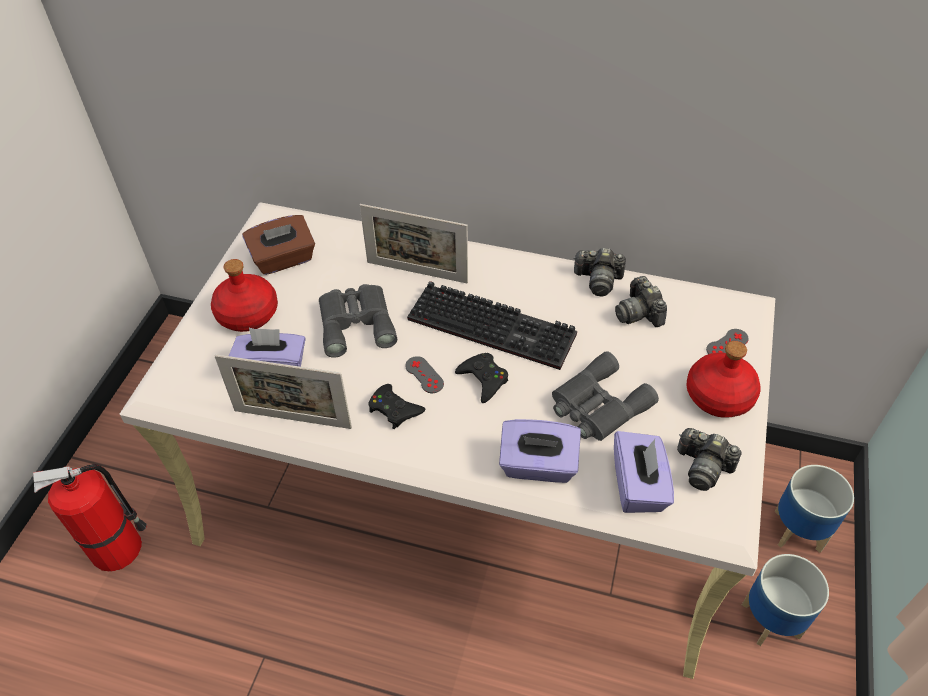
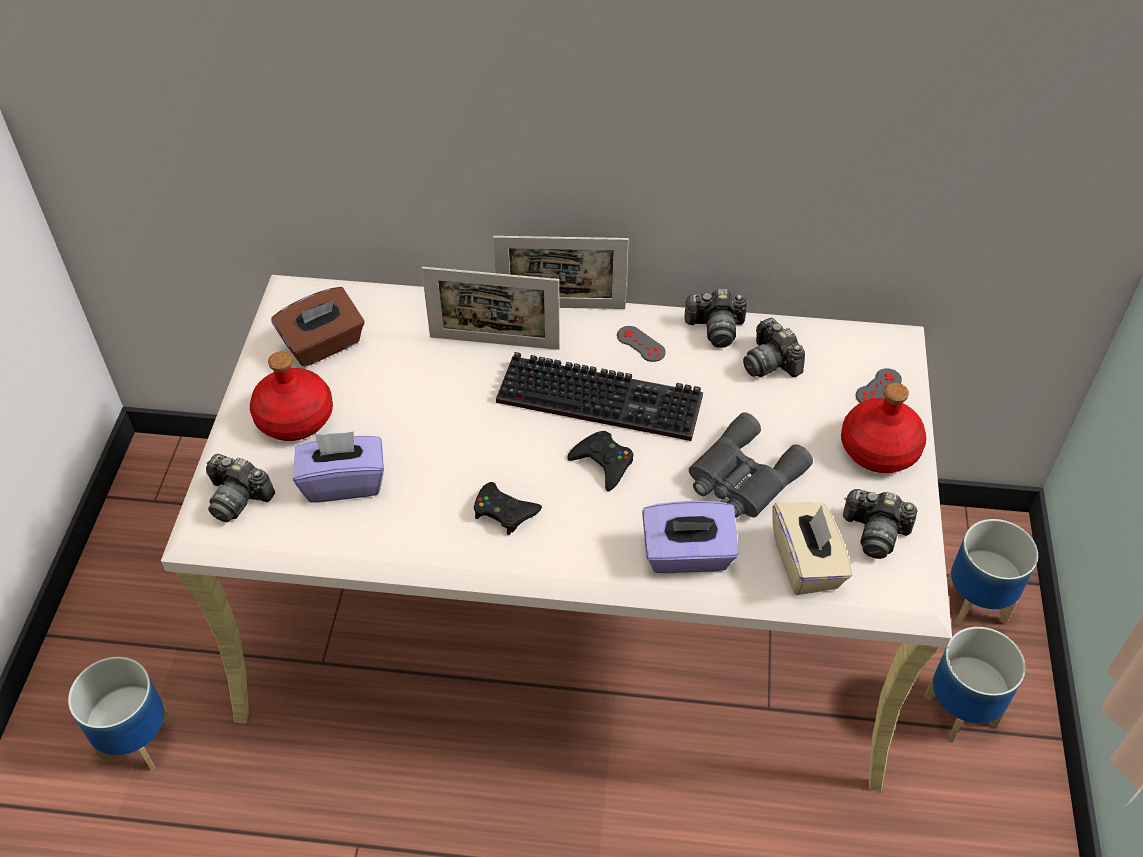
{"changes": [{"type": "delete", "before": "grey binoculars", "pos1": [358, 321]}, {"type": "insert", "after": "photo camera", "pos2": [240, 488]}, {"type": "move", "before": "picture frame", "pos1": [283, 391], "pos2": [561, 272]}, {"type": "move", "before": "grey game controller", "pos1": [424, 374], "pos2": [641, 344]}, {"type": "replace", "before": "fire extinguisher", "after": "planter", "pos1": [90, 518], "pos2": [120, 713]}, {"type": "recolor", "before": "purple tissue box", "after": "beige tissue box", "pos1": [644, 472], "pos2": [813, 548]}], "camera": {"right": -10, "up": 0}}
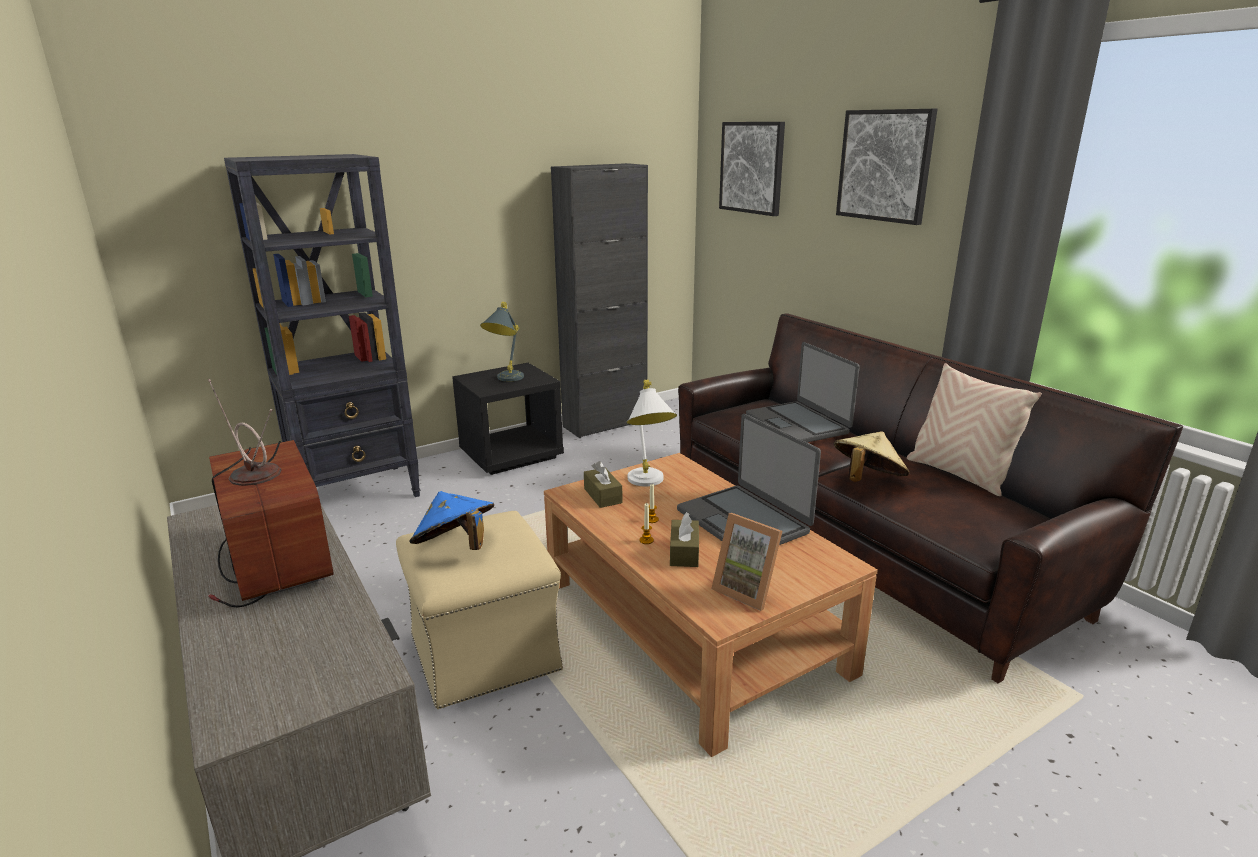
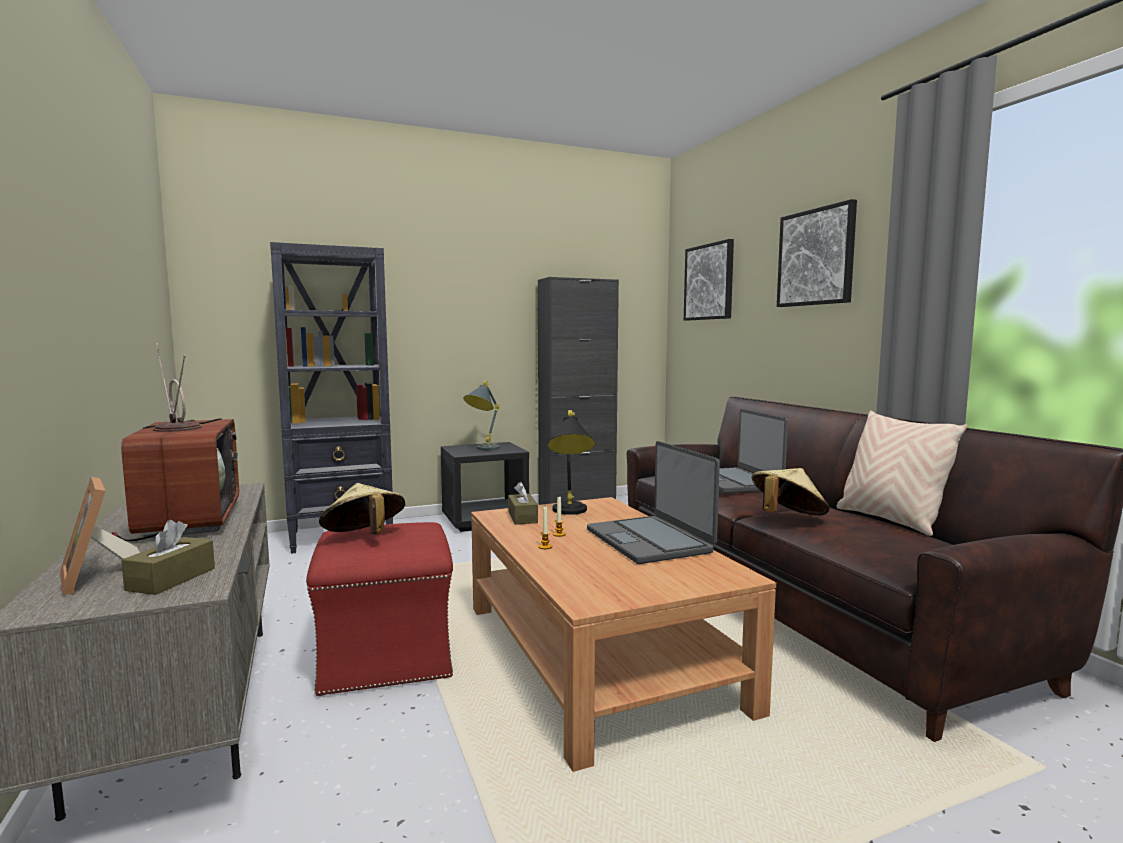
{"changes": [{"type": "move", "before": "brown tissue box", "pos1": [684, 539], "pos2": [168, 557]}, {"type": "move", "before": "picture frame", "pos1": [746, 562], "pos2": [100, 536]}, {"type": "recolor", "before": "beige ottoman", "after": "red ottoman", "pos1": [479, 610], "pos2": [379, 609]}, {"type": "recolor", "before": "blue hat", "after": "beige hat", "pos1": [451, 520], "pos2": [362, 508]}, {"type": "recolor", "before": "white table lamp", "after": "black table lamp", "pos1": [652, 433], "pos2": [571, 462]}], "camera": {"right": 10, "up": -15}}
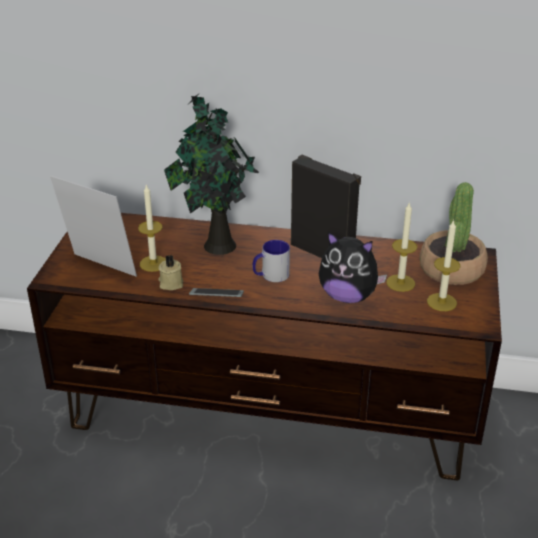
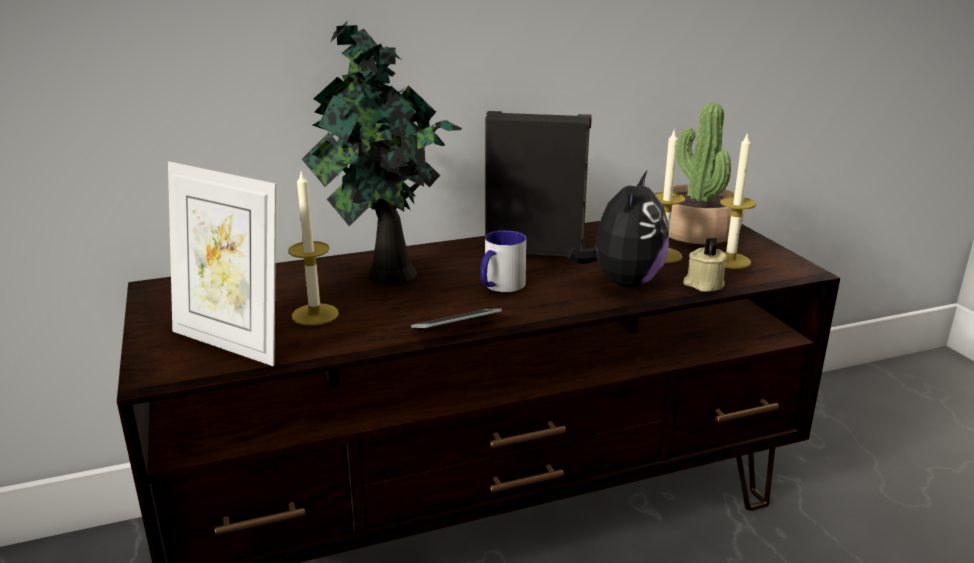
{"changes": [{"type": "move", "before": "beige candle", "pos1": [170, 272], "pos2": [705, 264]}, {"type": "rotate", "before": "picture frame", "pos1": [93, 226], "pos2": [222, 263], "turn": -150}, {"type": "rotate", "before": "plush toy", "pos1": [353, 267], "pos2": [618, 229], "turn": -60}], "camera": {"right": -30, "up": -10}}
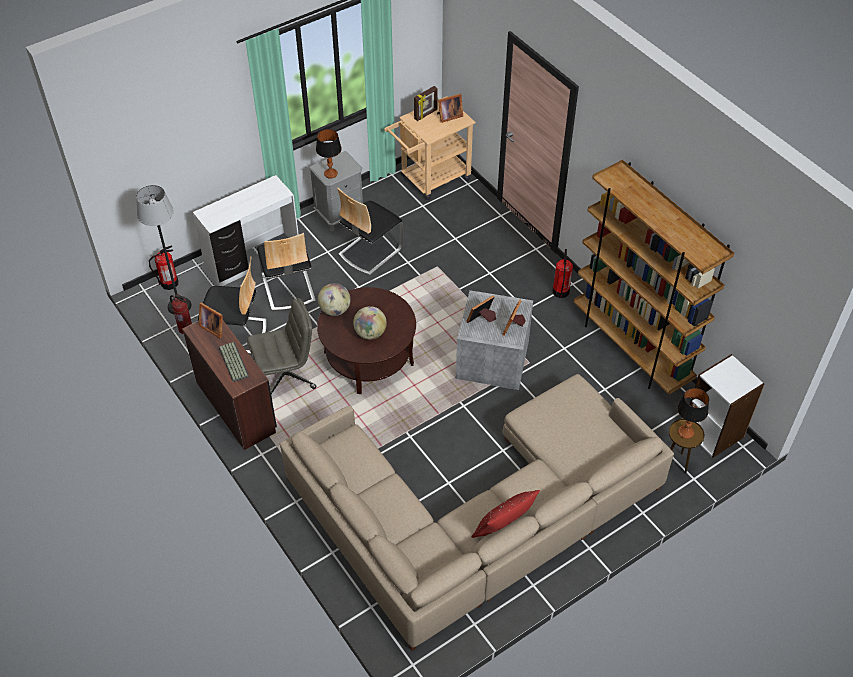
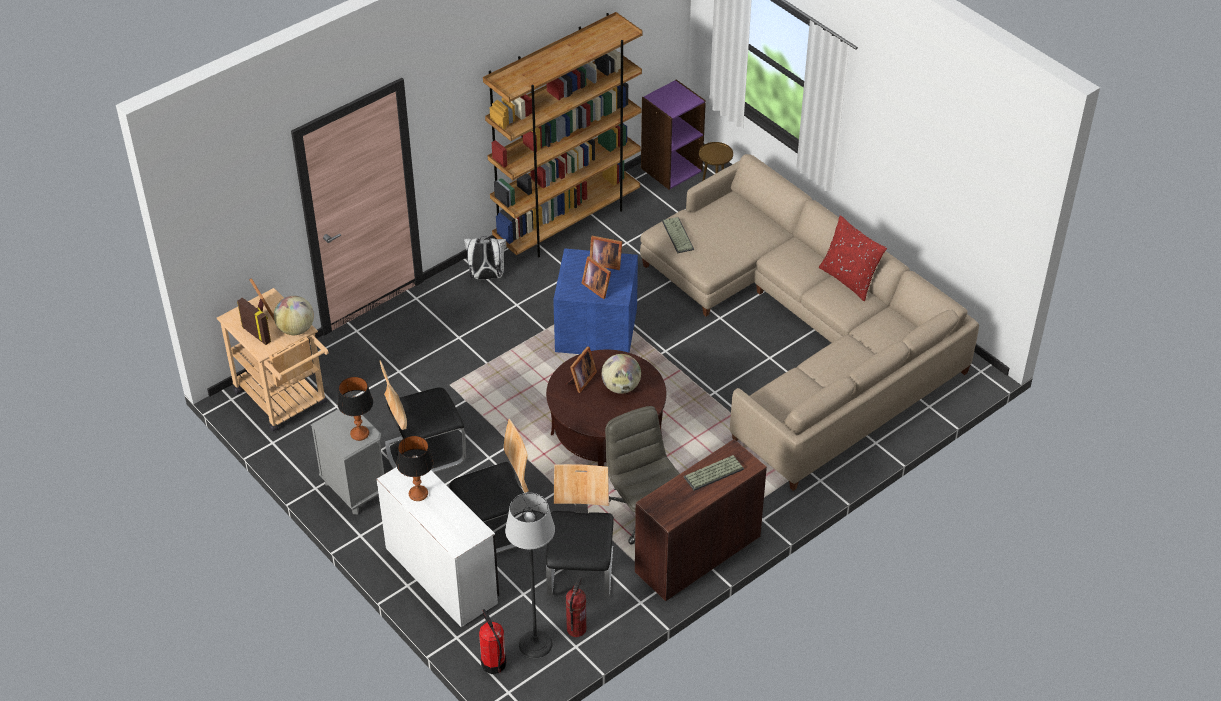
{"changes": [{"type": "insert", "after": "keyboard", "pos2": [678, 235]}, {"type": "move", "before": "picture frame", "pos1": [211, 320], "pos2": [581, 369]}, {"type": "move", "before": "globe", "pos1": [334, 299], "pos2": [294, 315]}, {"type": "move", "before": "table lamp", "pos1": [693, 413], "pos2": [415, 468]}, {"type": "replace", "before": "fire extinguisher", "after": "white backpack", "pos1": [563, 273], "pos2": [485, 257]}, {"type": "recolor", "before": "grey storage box", "after": "blue storage box", "pos1": [494, 340], "pos2": [595, 301]}, {"type": "recolor", "before": "white bookcase", "after": "purple bookcase", "pos1": [727, 406], "pos2": [673, 134]}, {"type": "rotate", "before": "chair", "pos1": [370, 231], "pos2": [423, 416], "turn": 120}], "camera": {"right": -95, "up": -5}}
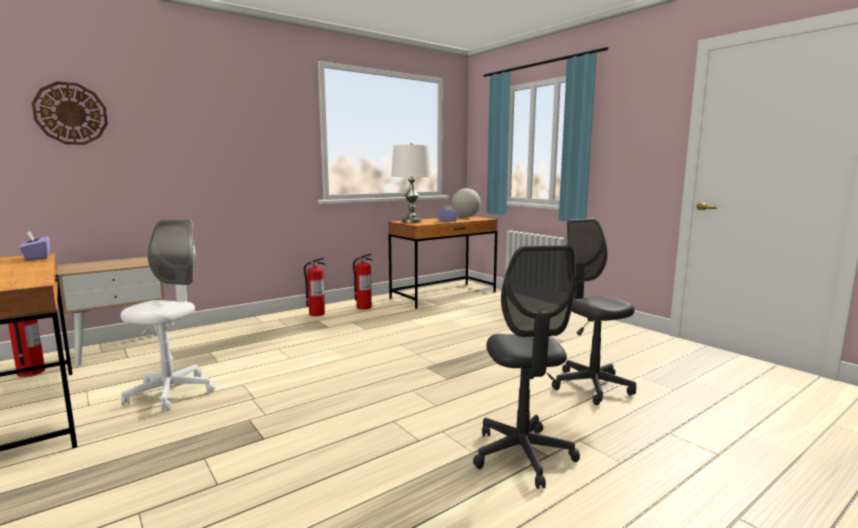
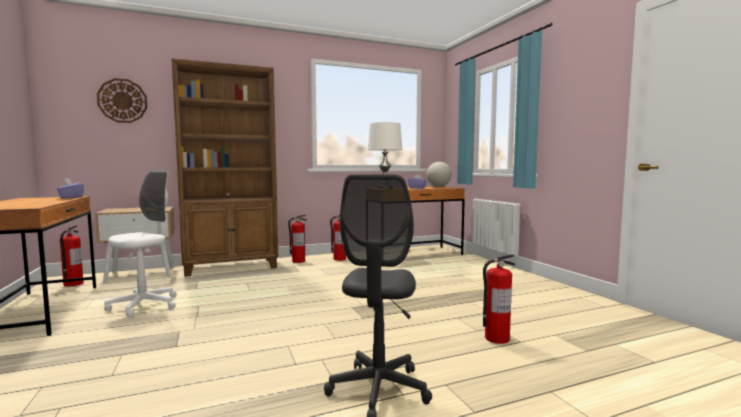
{"changes": [{"type": "insert", "after": "brown bookcase", "pos2": [224, 167]}, {"type": "replace", "before": "grey office chair", "after": "fire extinguisher", "pos1": [594, 312], "pos2": [499, 299]}], "camera": {"right": 15, "up": -5}}
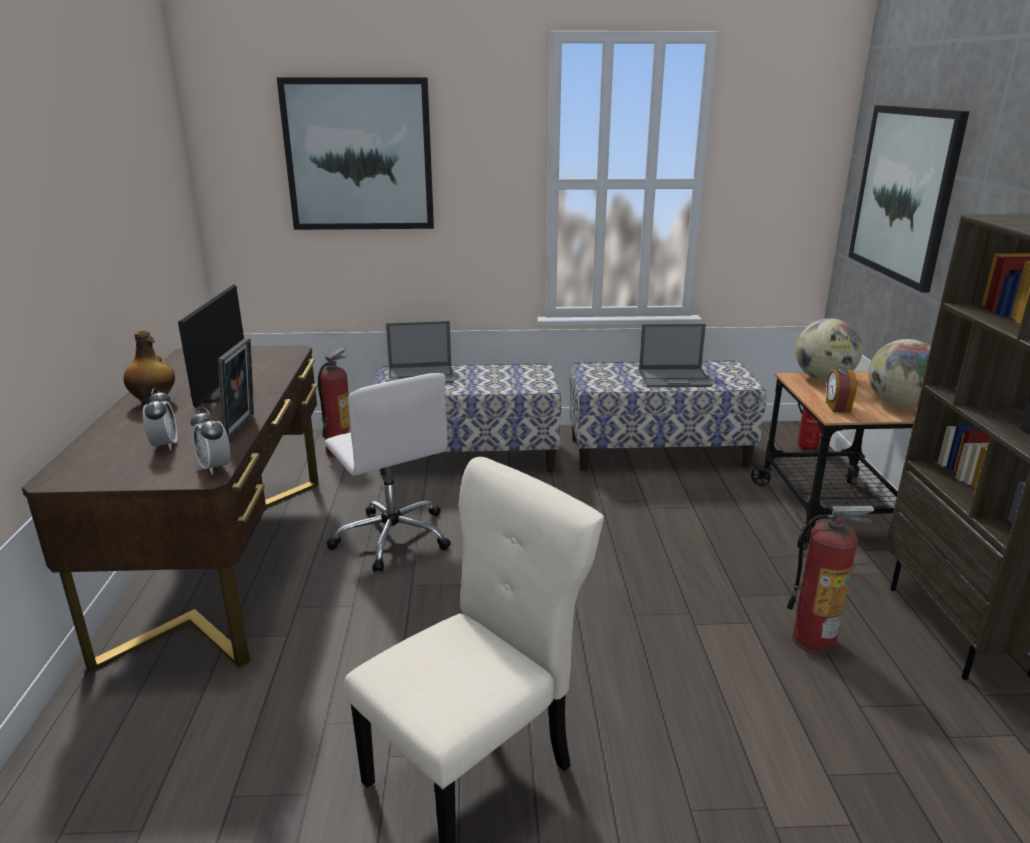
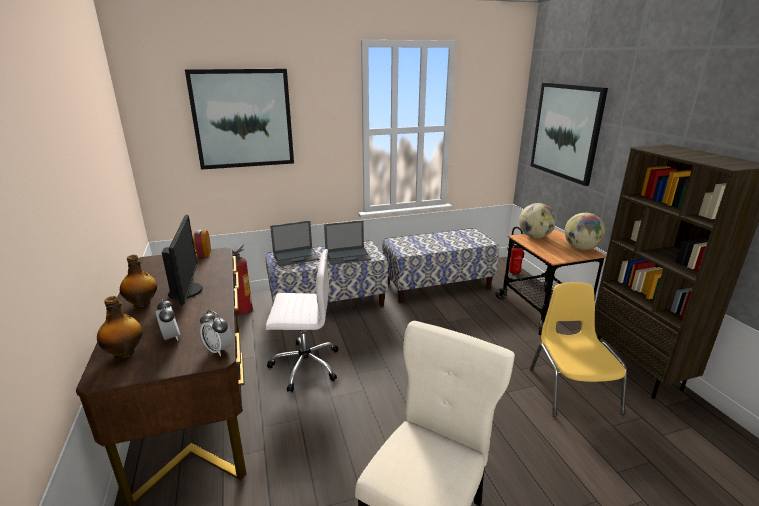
{"changes": [{"type": "delete", "before": "picture frame", "pos1": [236, 389]}, {"type": "insert", "after": "bottle", "pos2": [120, 327]}, {"type": "move", "before": "laptop", "pos1": [676, 355], "pos2": [347, 242]}, {"type": "move", "before": "alarm clock", "pos1": [841, 390], "pos2": [202, 243]}, {"type": "replace", "before": "fire extinguisher", "after": "yellow chair", "pos1": [830, 580], "pos2": [578, 349]}, {"type": "rotate", "before": "white office chair", "pos1": [388, 472], "pos2": [302, 320], "turn": -45}], "camera": {"right": -15, "up": 0}}
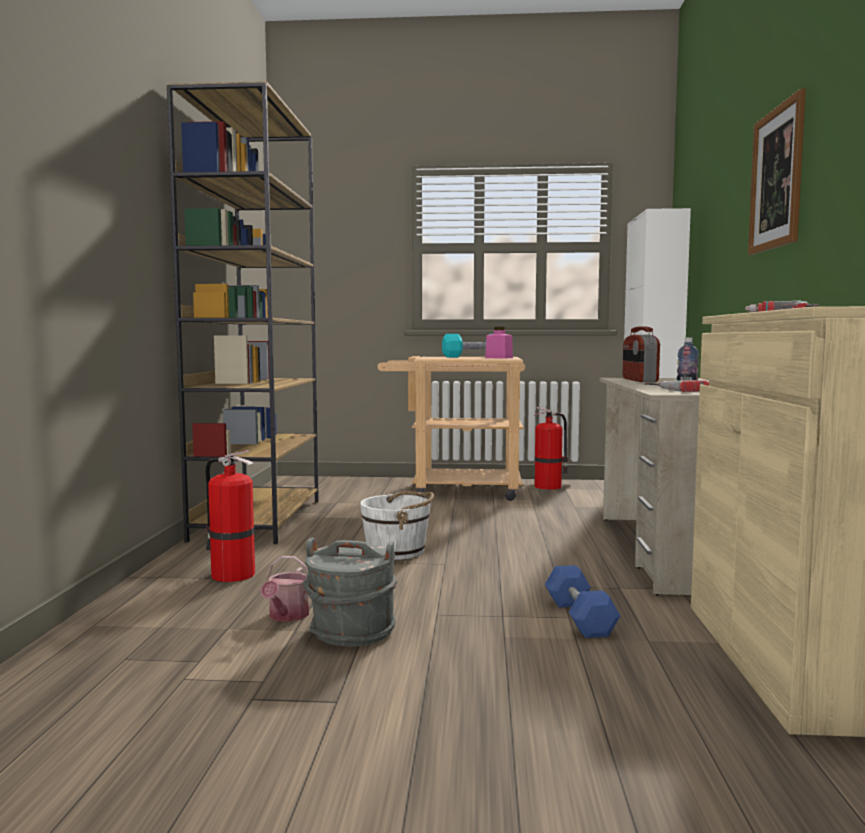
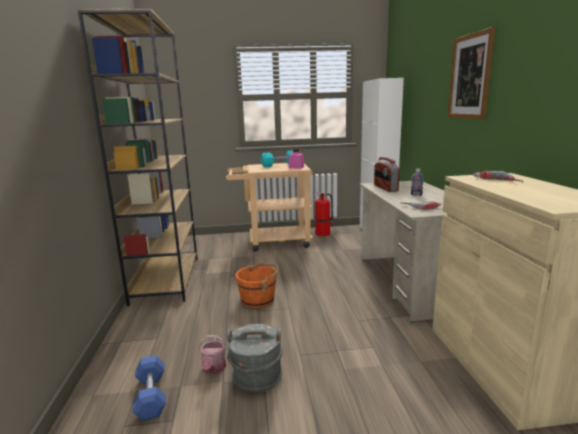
{"changes": [{"type": "delete", "before": "fire extinguisher", "pos1": [230, 516]}, {"type": "move", "before": "blue dumbbell", "pos1": [582, 601], "pos2": [149, 388]}, {"type": "recolor", "before": "white bucket", "after": "orange bucket", "pos1": [397, 525], "pos2": [257, 285]}], "camera": {"right": -10, "up": 10}}
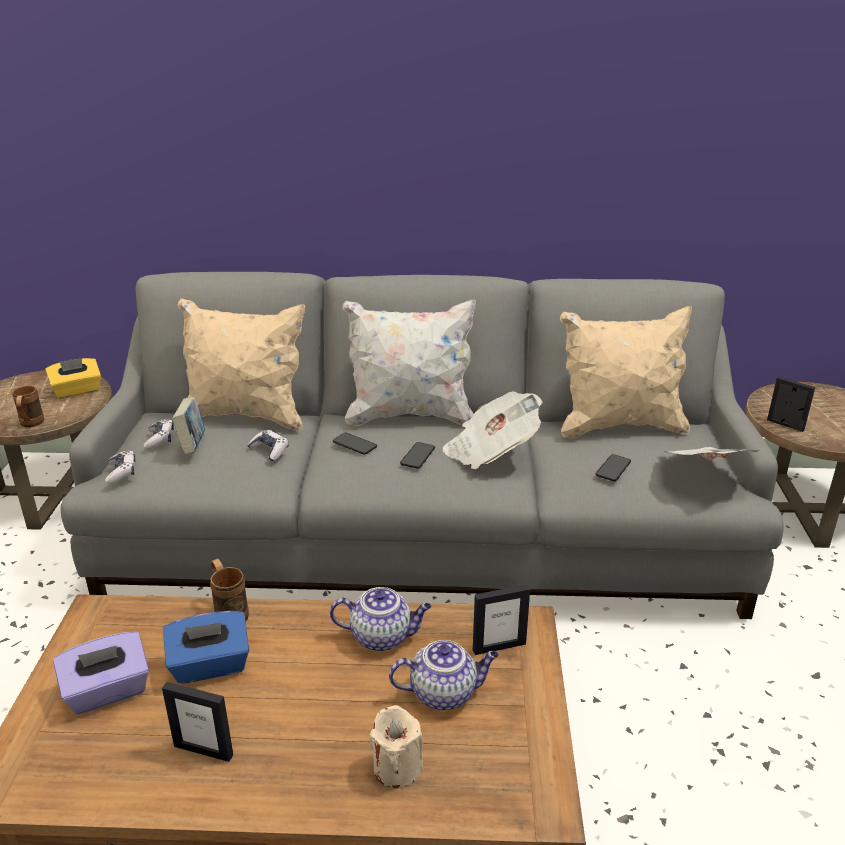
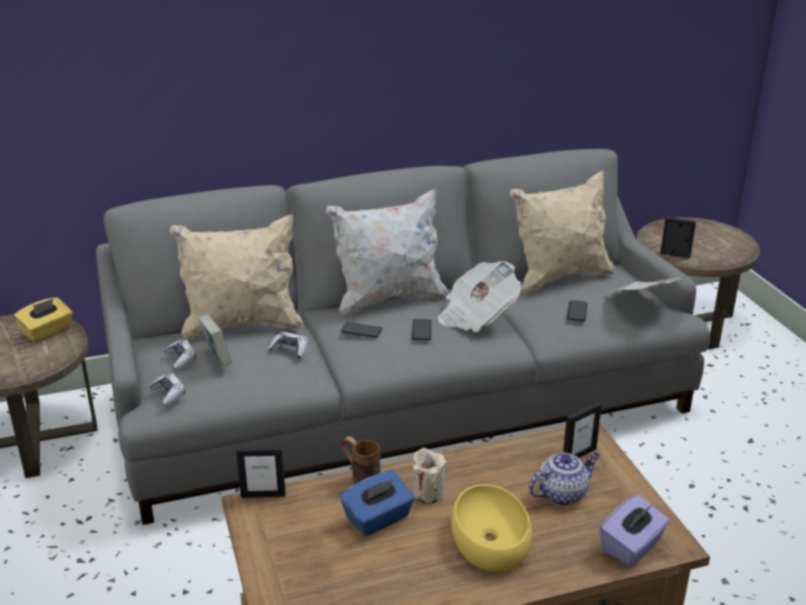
{"changes": [{"type": "delete", "before": "brown mug", "pos1": [28, 406]}, {"type": "delete", "before": "teapot", "pos1": [381, 619]}, {"type": "insert", "after": "yellow bowl", "pos2": [491, 528]}, {"type": "move", "before": "purple tissue box", "pos1": [101, 673], "pos2": [635, 531]}, {"type": "move", "before": "picture frame", "pos1": [197, 722], "pos2": [261, 472]}, {"type": "move", "before": "beige candle", "pos1": [396, 746], "pos2": [429, 475]}], "camera": {"right": -20, "up": 0}}
